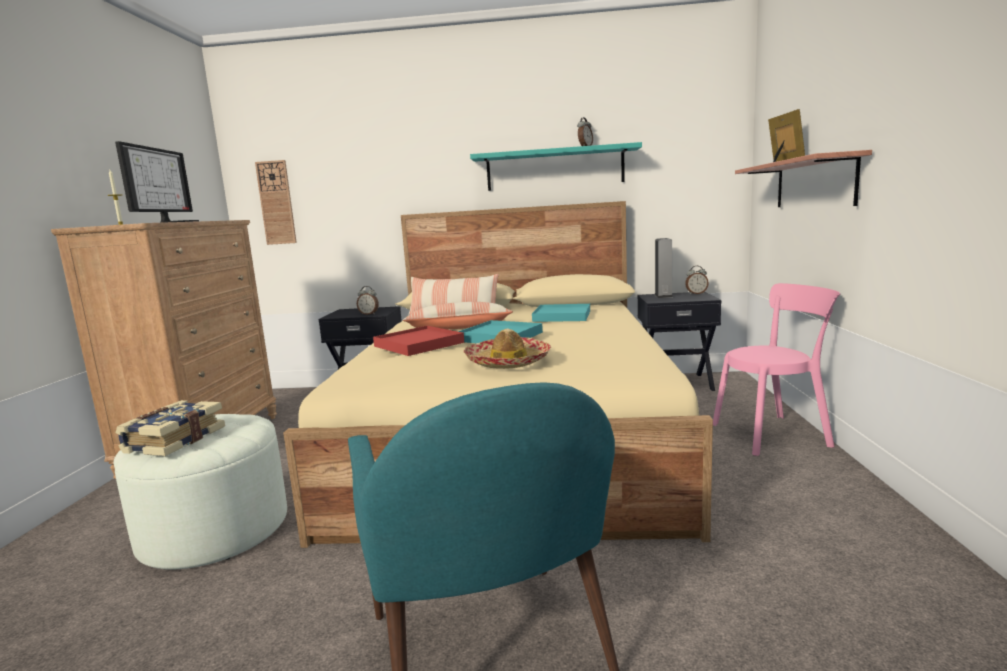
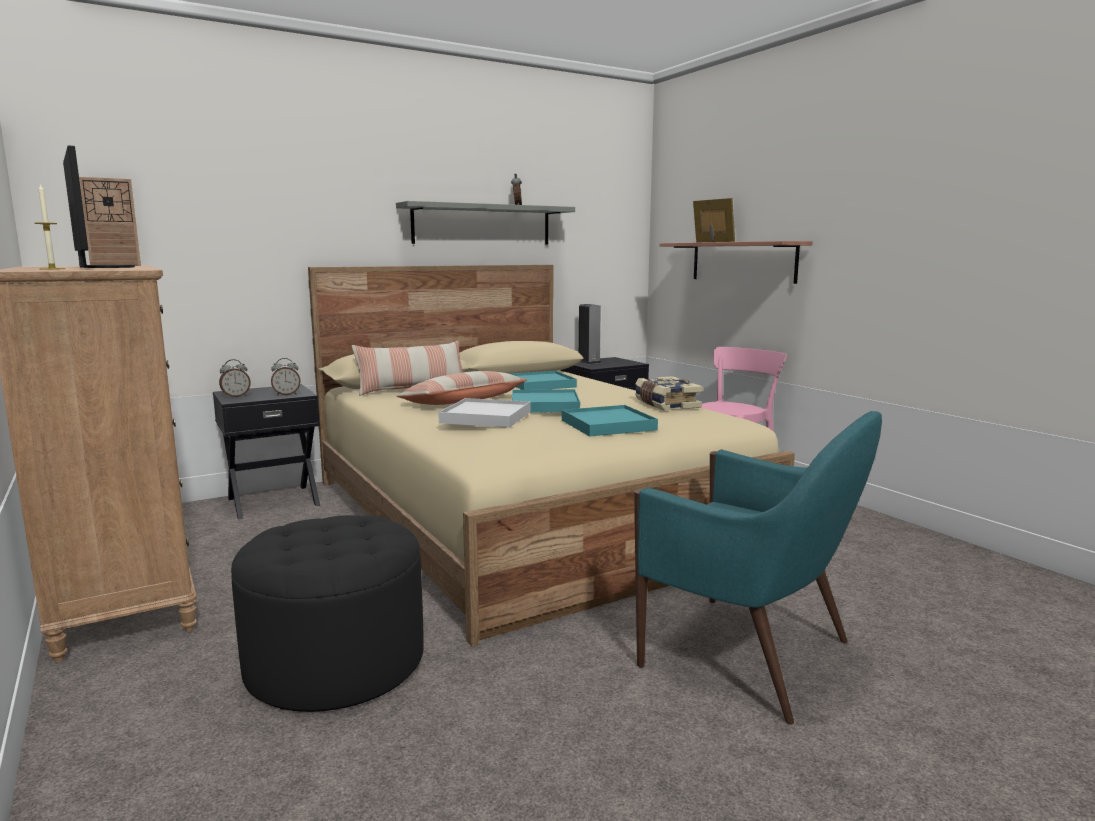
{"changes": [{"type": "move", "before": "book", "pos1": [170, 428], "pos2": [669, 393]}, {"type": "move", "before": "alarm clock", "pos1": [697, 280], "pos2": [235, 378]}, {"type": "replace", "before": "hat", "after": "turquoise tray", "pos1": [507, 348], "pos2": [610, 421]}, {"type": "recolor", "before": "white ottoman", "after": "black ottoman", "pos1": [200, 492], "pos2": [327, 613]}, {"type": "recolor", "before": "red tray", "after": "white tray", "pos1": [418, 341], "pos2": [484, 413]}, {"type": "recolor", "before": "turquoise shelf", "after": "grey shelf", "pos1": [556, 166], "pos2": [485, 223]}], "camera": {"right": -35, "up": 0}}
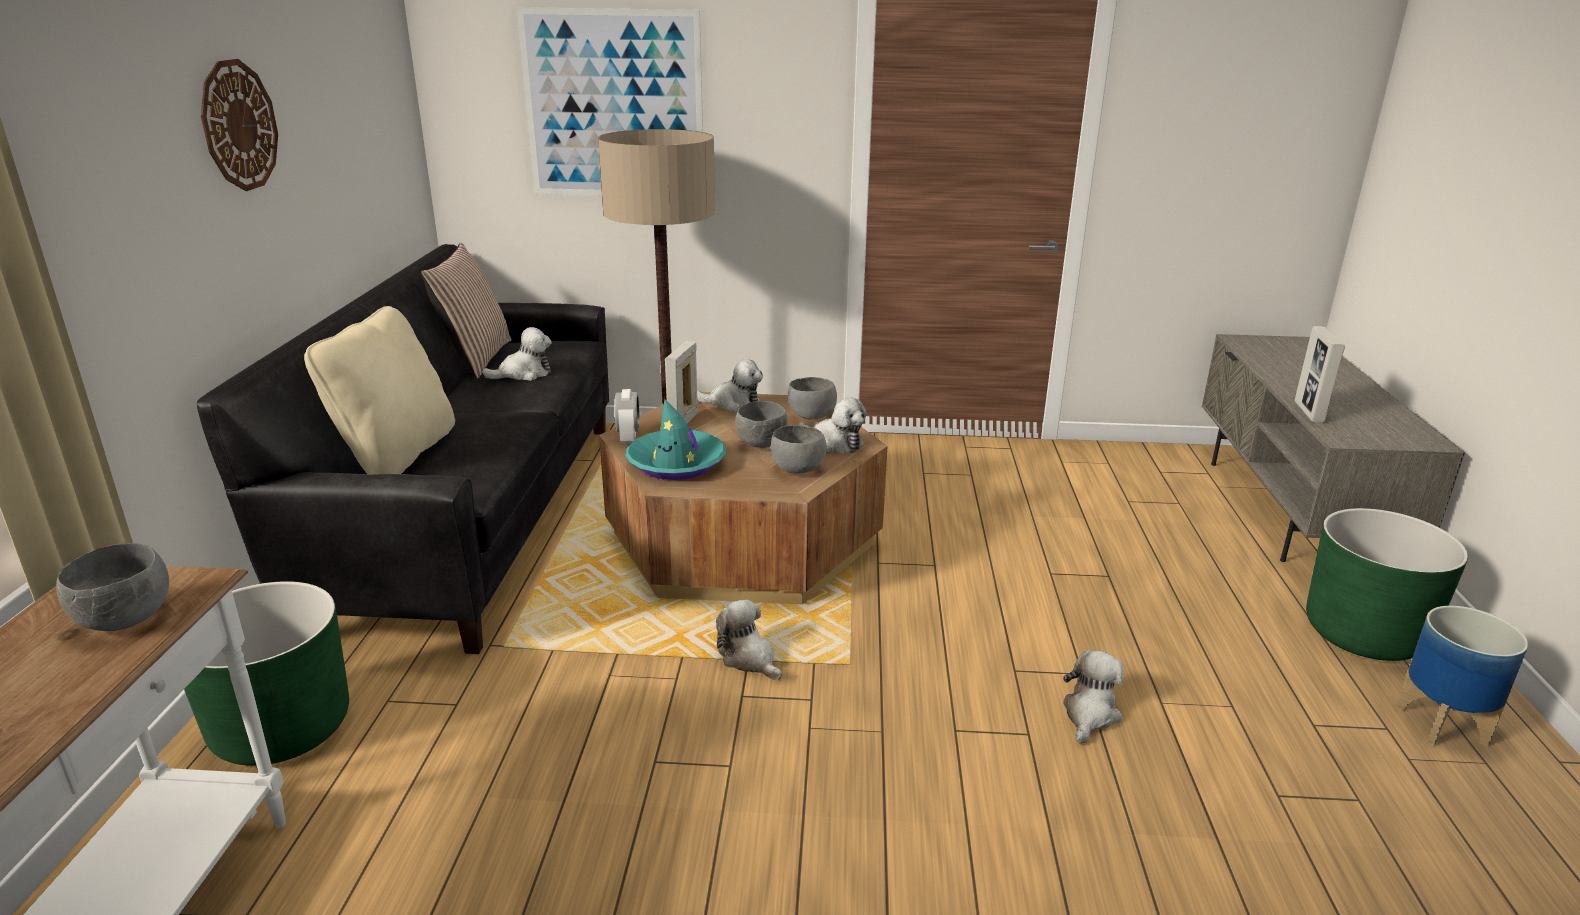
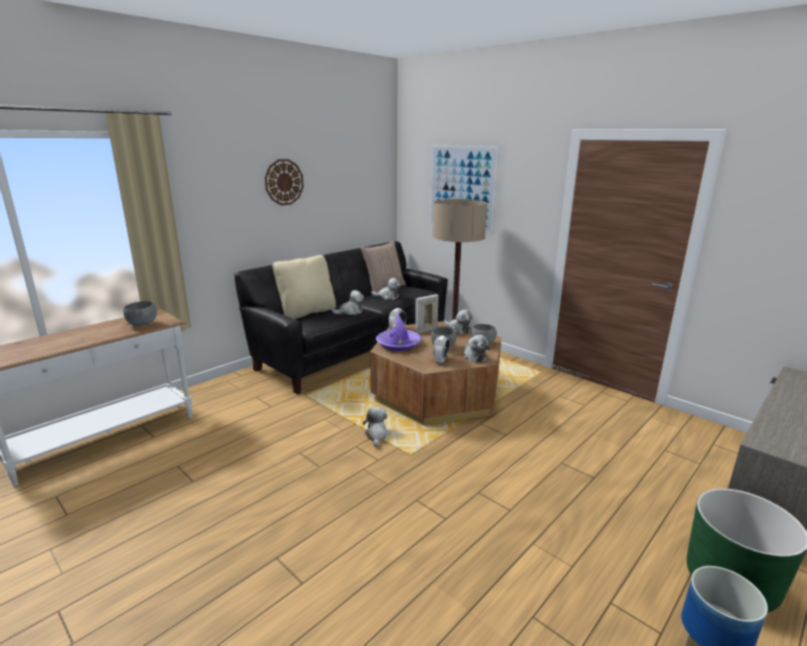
{"changes": [{"type": "delete", "before": "green planter", "pos1": [266, 673]}, {"type": "delete", "before": "picture frame", "pos1": [1319, 374]}, {"type": "move", "before": "plush toy", "pos1": [1093, 697], "pos2": [348, 302]}, {"type": "replace", "before": "grey bowl", "after": "alarm clock", "pos1": [799, 449], "pos2": [441, 350]}, {"type": "recolor", "before": "turquoise hat", "after": "purple hat", "pos1": [675, 439], "pos2": [399, 332]}], "camera": {"right": 40, "up": -5}}
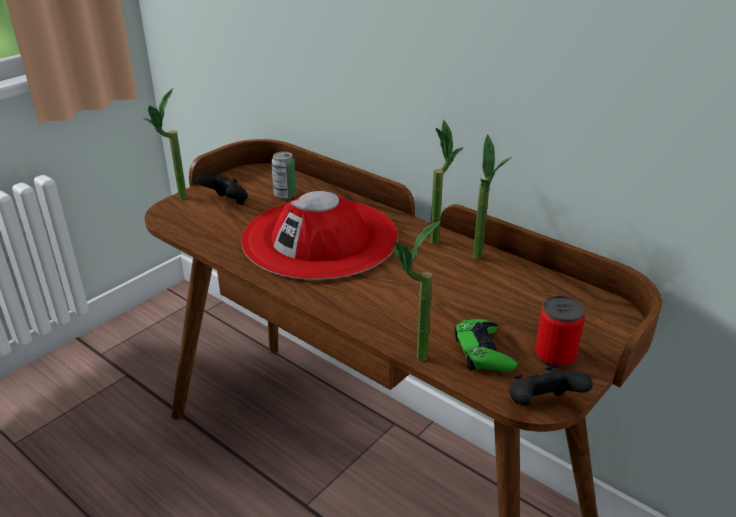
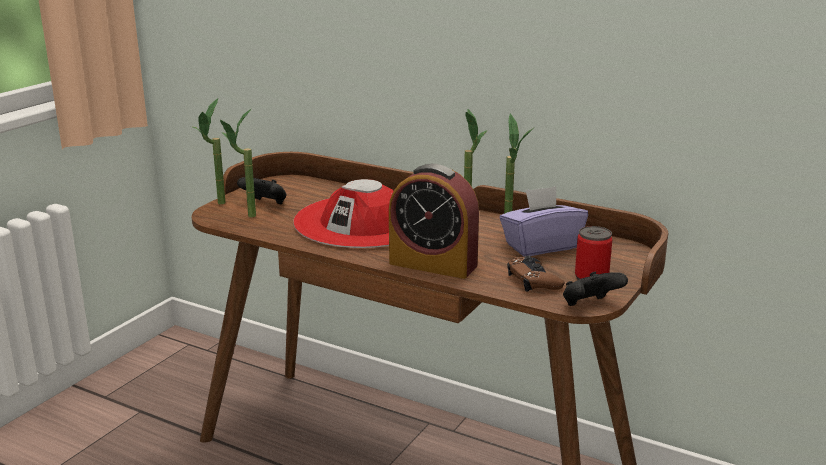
{"changes": [{"type": "delete", "before": "can", "pos1": [284, 175]}, {"type": "insert", "after": "alarm clock", "pos2": [434, 221]}, {"type": "insert", "after": "purple tissue box", "pos2": [544, 221]}, {"type": "move", "before": "potted plant", "pos1": [416, 291], "pos2": [238, 162]}, {"type": "recolor", "before": "green game controller", "after": "brown game controller", "pos1": [486, 345], "pos2": [535, 274]}], "camera": {"right": -10, "up": -10}}
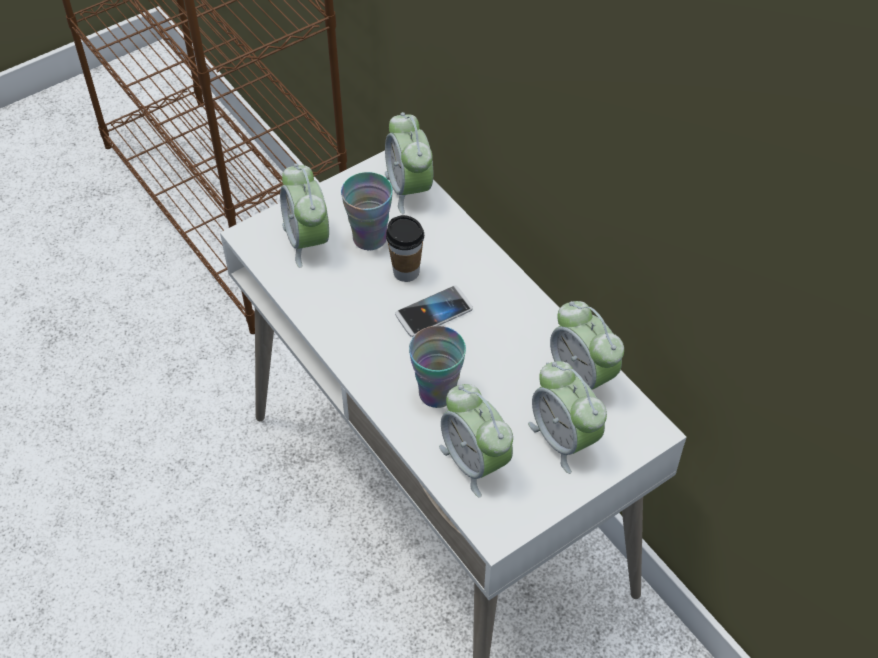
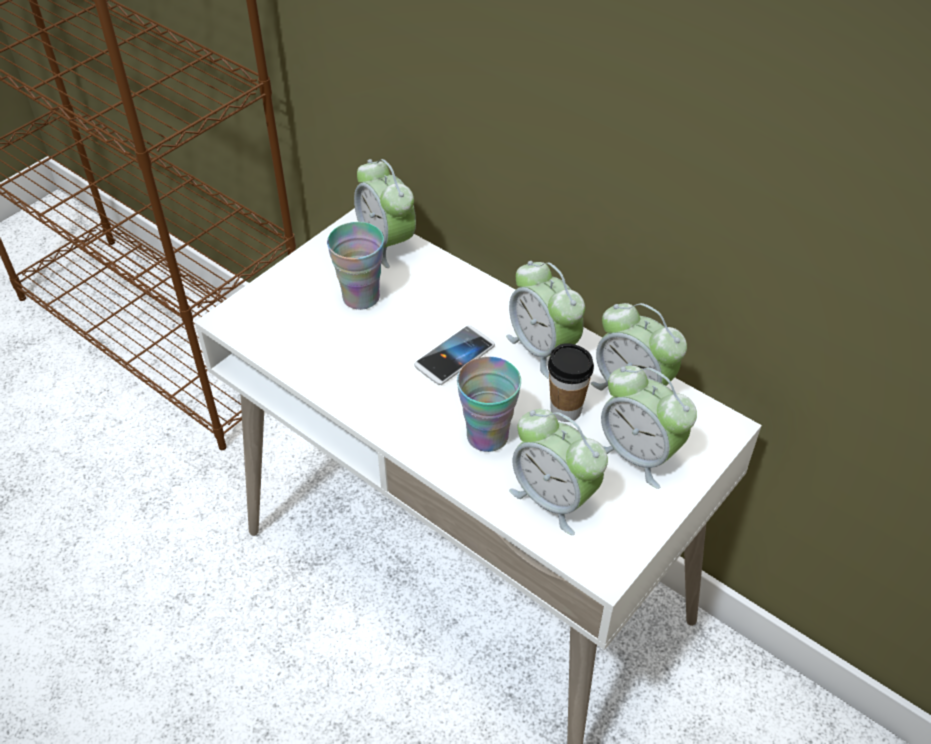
{"changes": [{"type": "move", "before": "alarm clock", "pos1": [304, 215], "pos2": [545, 320]}, {"type": "move", "before": "cup", "pos1": [405, 248], "pos2": [571, 382]}], "camera": {"right": -15, "up": -5}}
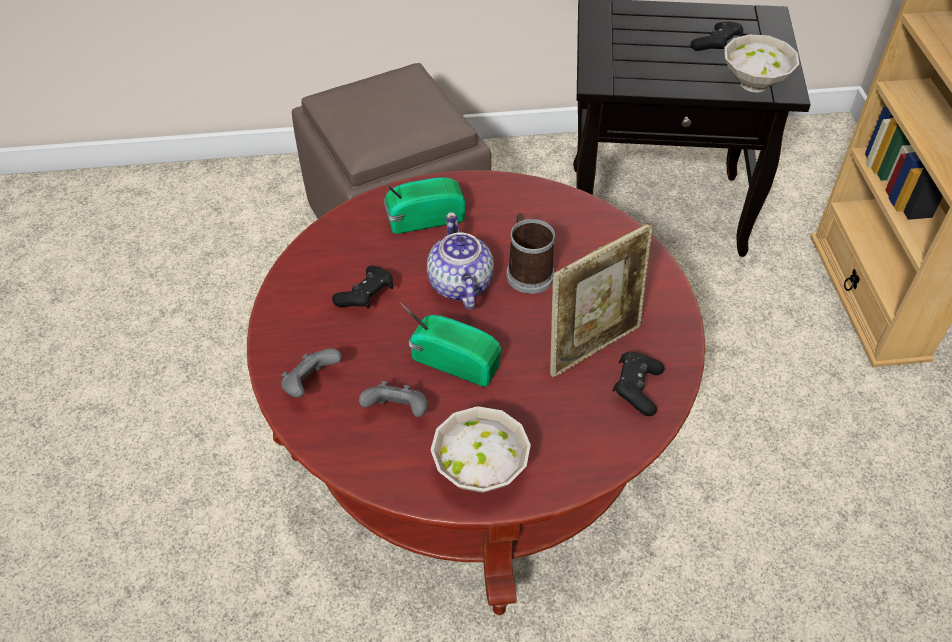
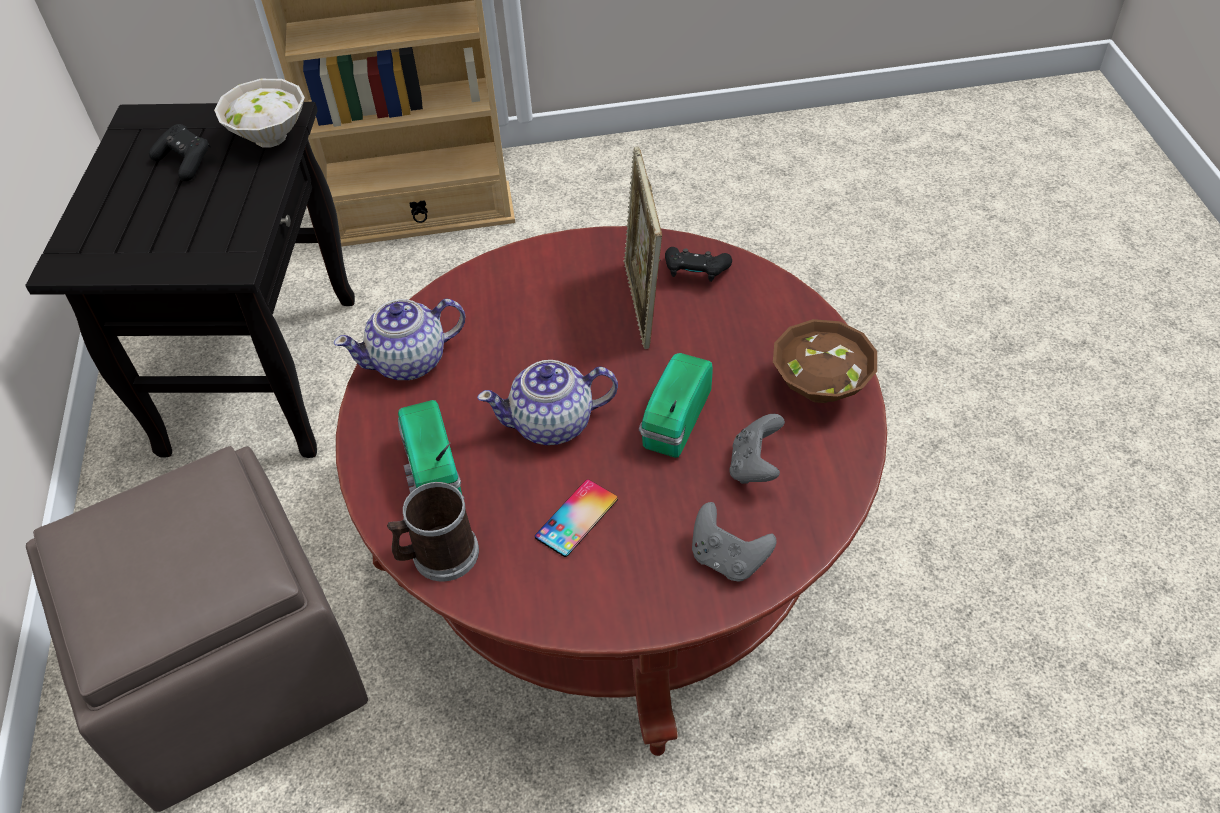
{"changes": [{"type": "insert", "after": "teapot", "pos2": [399, 339]}, {"type": "move", "before": "mug", "pos1": [530, 253], "pos2": [433, 532]}, {"type": "replace", "before": "black game controller", "after": "phone", "pos1": [362, 287], "pos2": [576, 518]}, {"type": "recolor", "before": "white bowl", "after": "brown bowl", "pos1": [481, 449], "pos2": [825, 361]}, {"type": "rotate", "before": "picture frame", "pos1": [601, 300], "pos2": [642, 247], "turn": -150}], "camera": {"right": -90, "up": 0}}
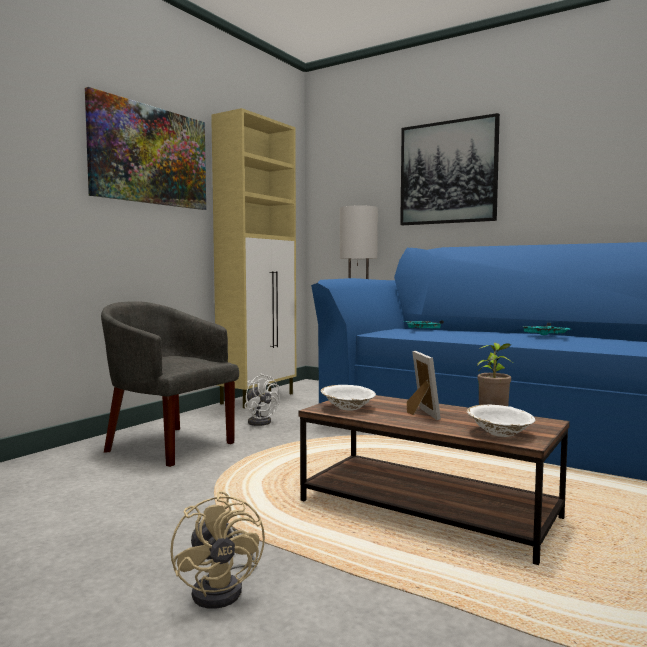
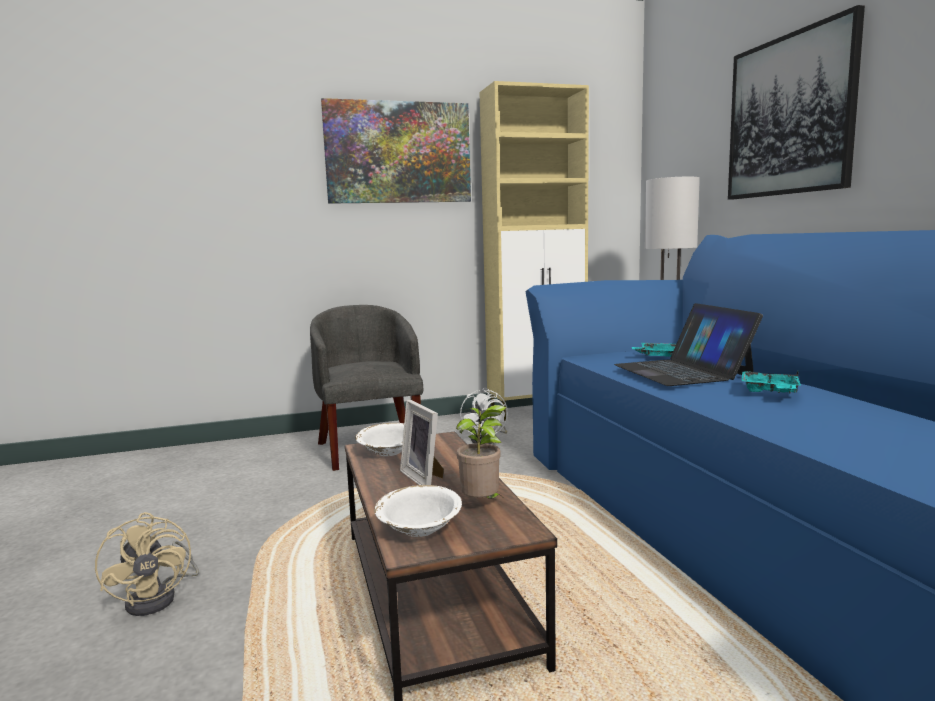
{"changes": [{"type": "insert", "after": "laptop", "pos2": [688, 344]}, {"type": "rotate", "before": "beige fan", "pos1": [217, 550], "pos2": [147, 564], "turn": -45}, {"type": "rotate", "before": "picture frame", "pos1": [424, 385], "pos2": [422, 442], "turn": 120}], "camera": {"right": 40, "up": 5}}
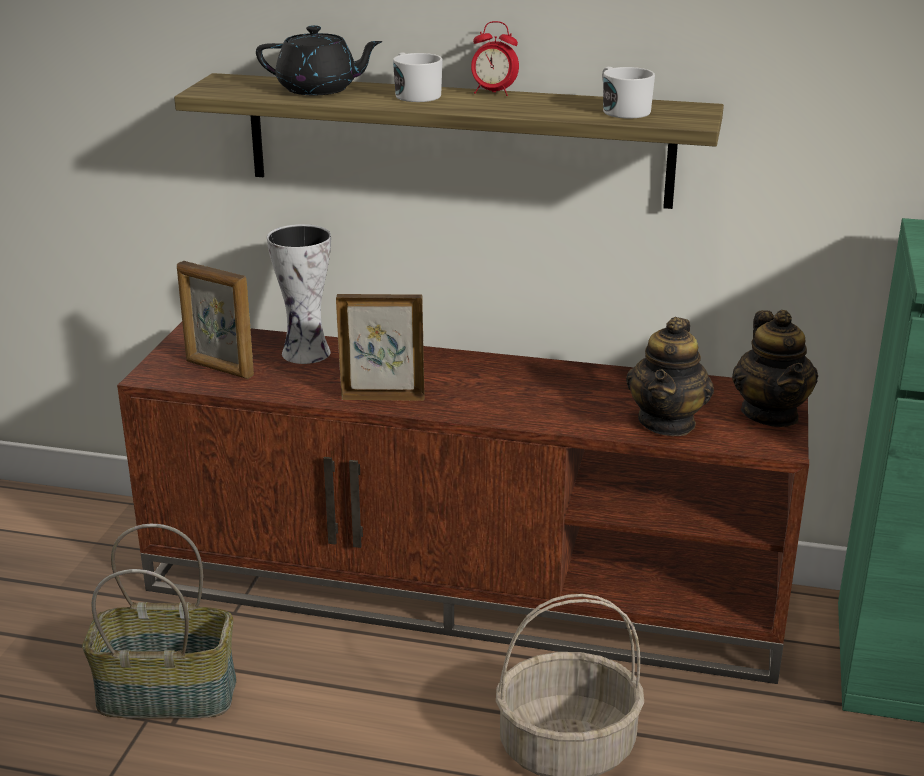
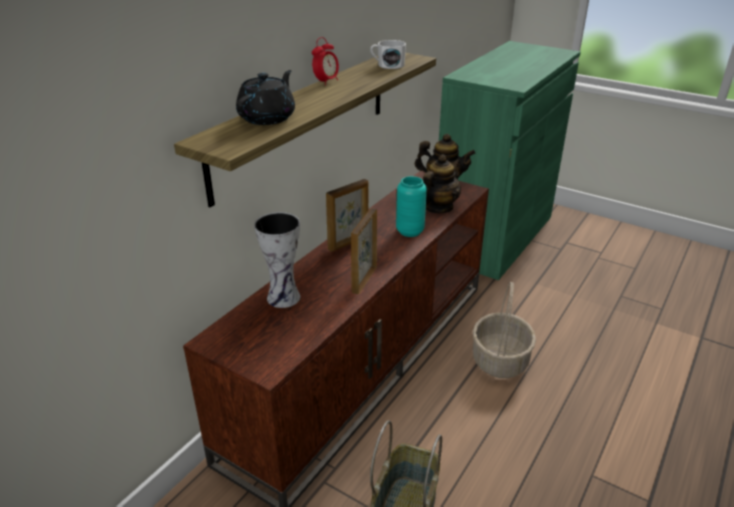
{"changes": [{"type": "delete", "before": "white mug", "pos1": [418, 77]}, {"type": "insert", "after": "turquoise vase", "pos2": [411, 206]}, {"type": "move", "before": "picture frame", "pos1": [215, 320], "pos2": [347, 215]}, {"type": "rotate", "before": "teapot", "pos1": [670, 376], "pos2": [442, 183], "turn": -90}], "camera": {"right": -70, "up": 5}}
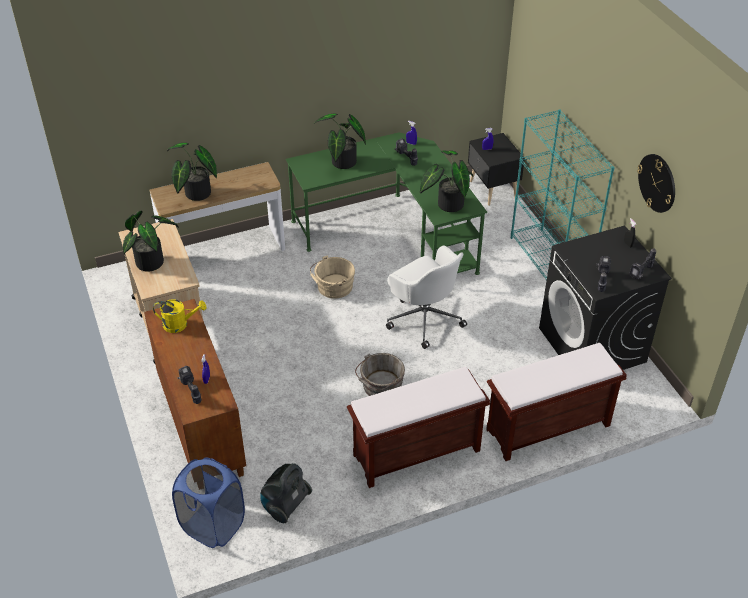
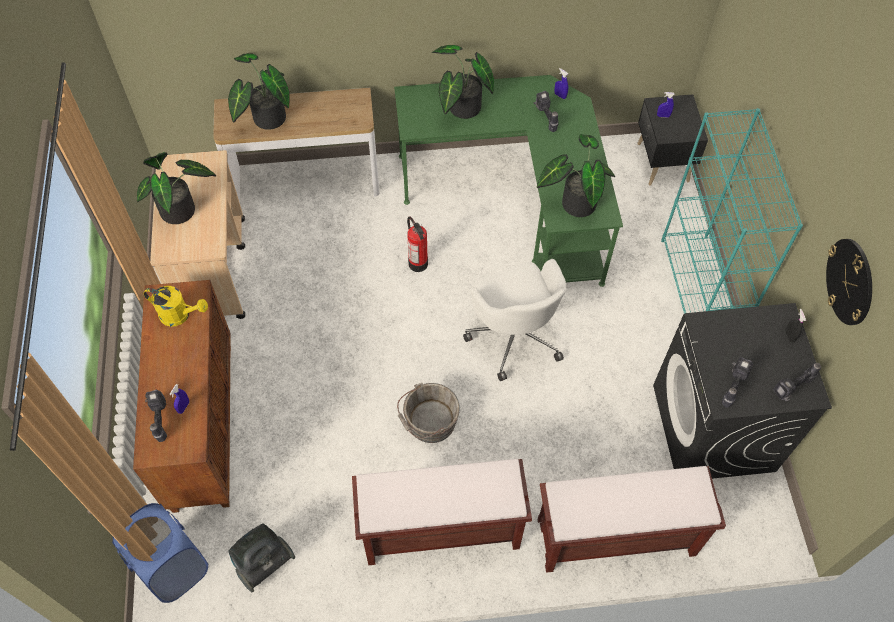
{"changes": [{"type": "replace", "before": "beige bucket", "after": "fire extinguisher", "pos1": [332, 277], "pos2": [417, 244]}], "camera": {"right": 15, "up": 15}}
